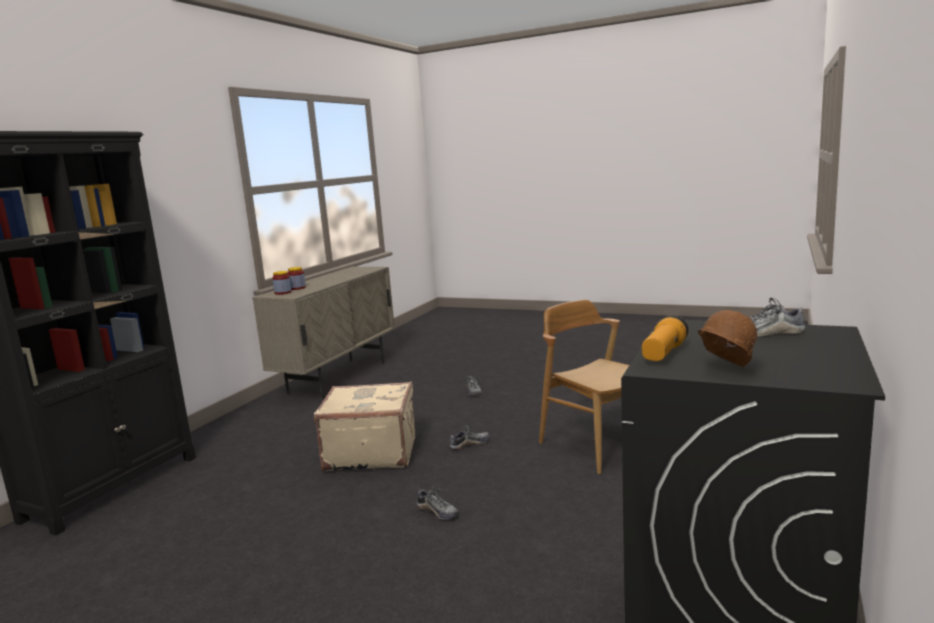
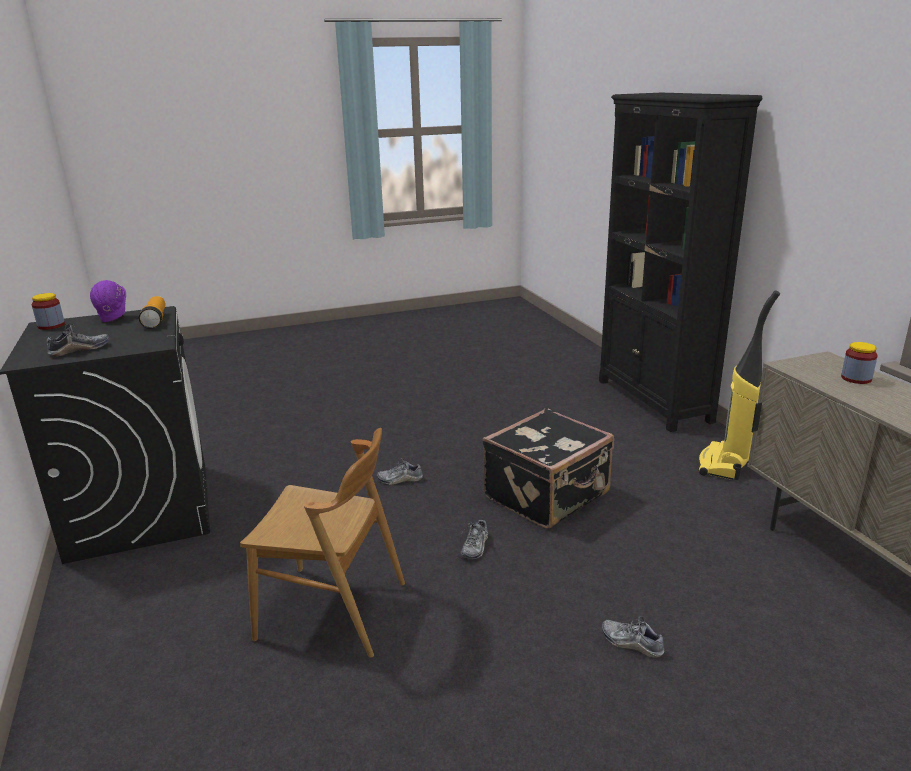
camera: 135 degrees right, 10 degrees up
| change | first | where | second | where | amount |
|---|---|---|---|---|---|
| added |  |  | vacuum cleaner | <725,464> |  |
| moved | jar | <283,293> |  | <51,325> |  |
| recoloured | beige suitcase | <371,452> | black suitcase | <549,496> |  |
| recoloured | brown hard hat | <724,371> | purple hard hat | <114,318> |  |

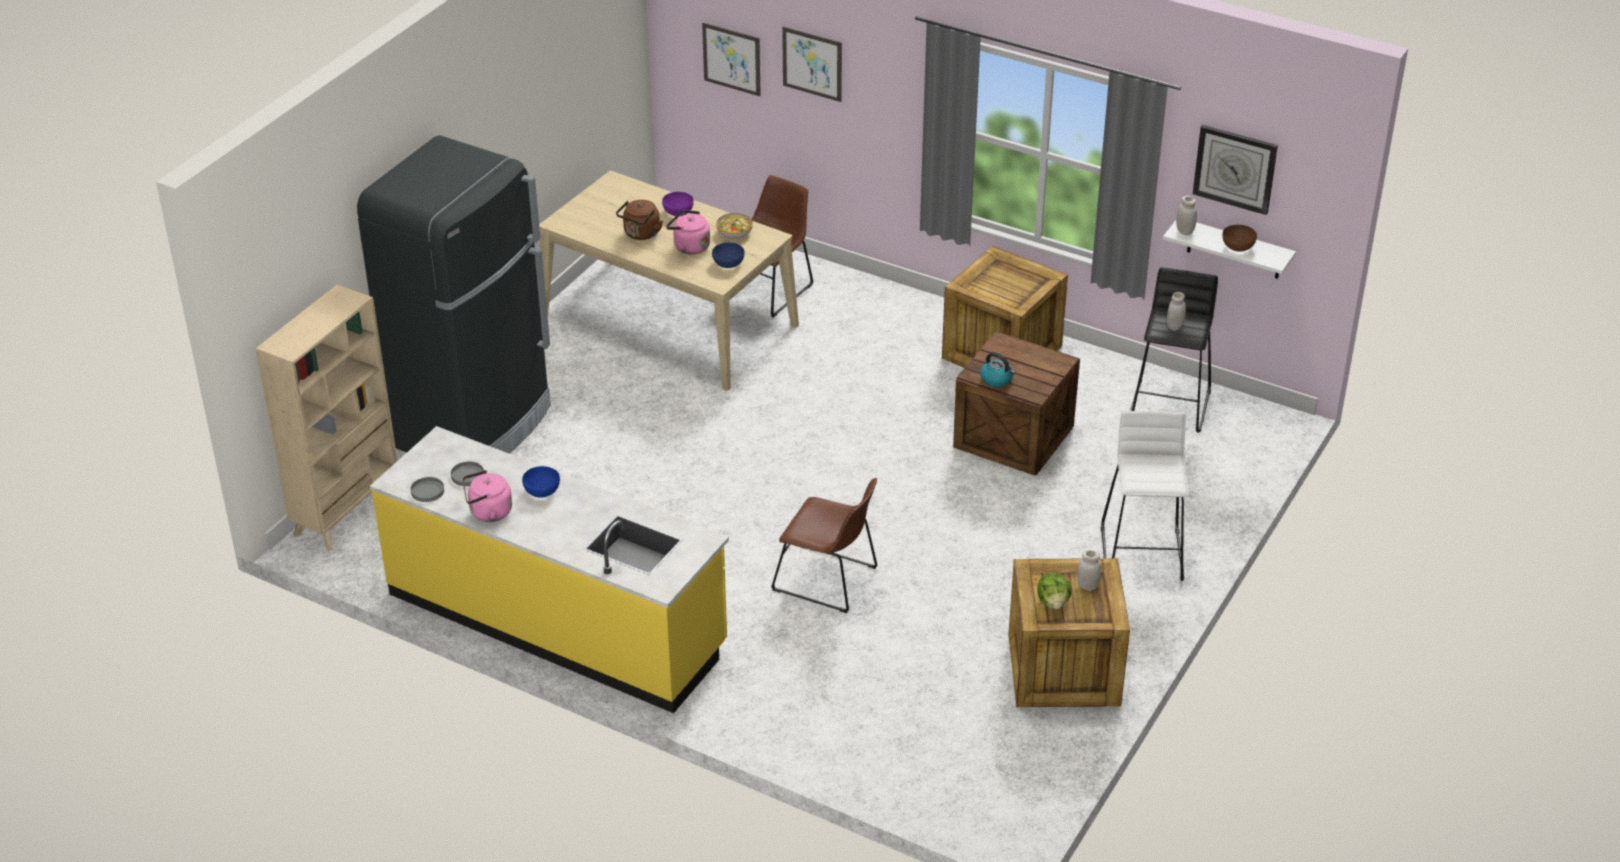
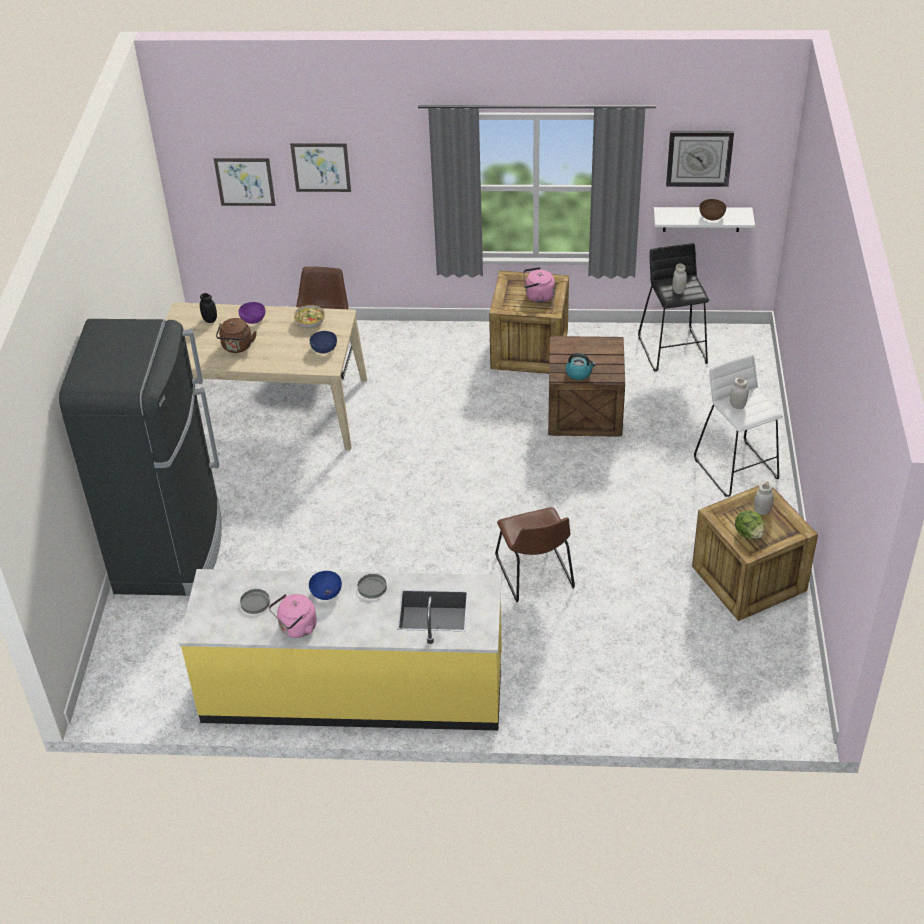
camera: 25 degrees left, 5 degrees up
| change | first | where | second | where | amount |
|---|---|---|---|---|---|
| removed | beige bookcase | <348,510> |  |  |  |
| added |  |  | black jar | <210,320> |  |
| moved | grey plate | <427,491> |  | <372,587> |  |
| moved | pink kettle | <689,246> |  | <537,296> |  |
| moved | white jar | <1184,231> |  | <737,405> |  |
| turned | brown chair | <829,580> |  | <535,574> | 75 degrees clockwise |

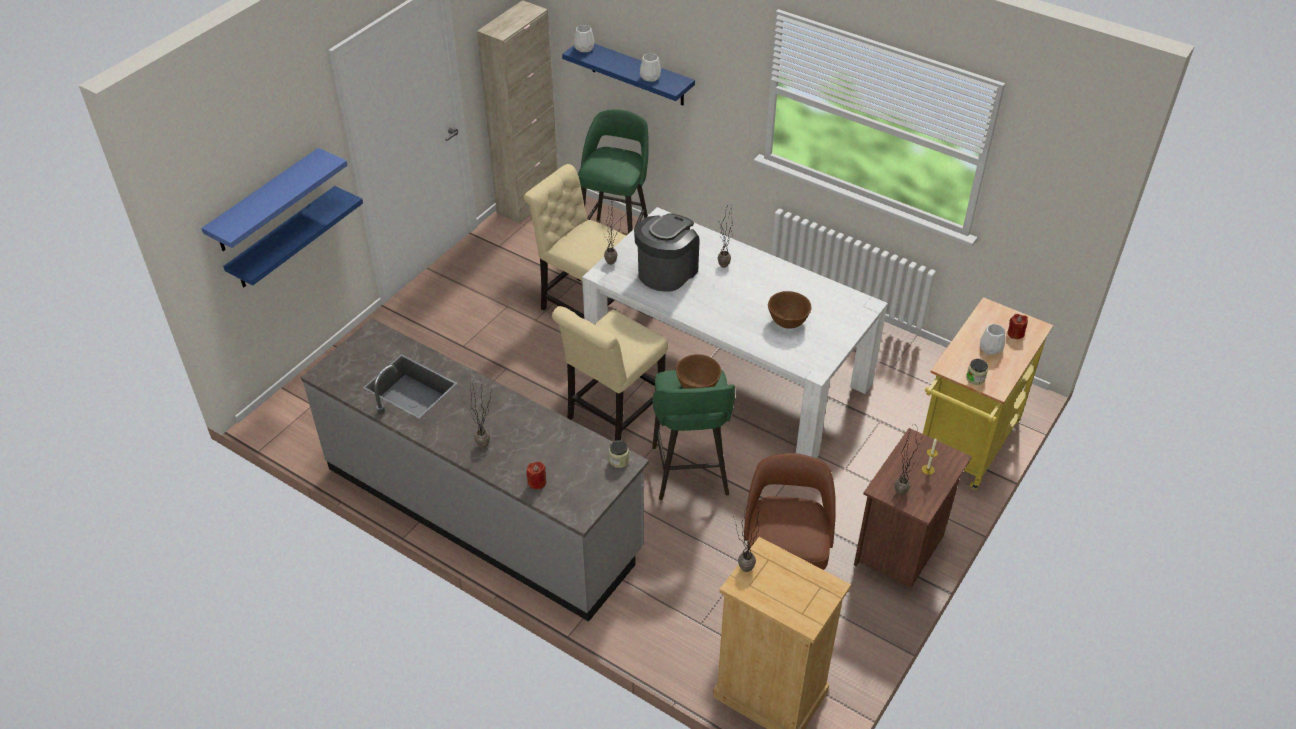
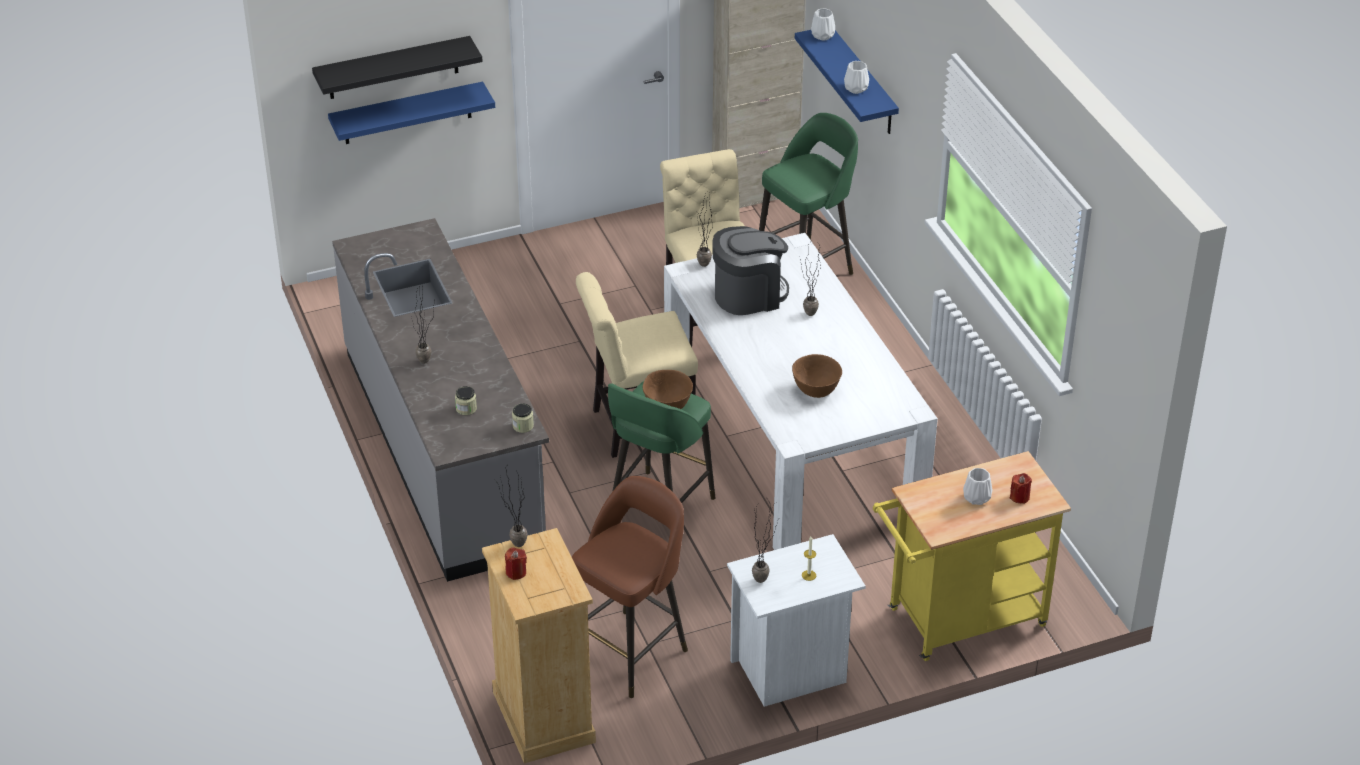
camera: 35 degrees right, 5 degrees down
| change | first | where | second | where | amount |
|---|---|---|---|---|---|
| moved | red candle | <537,482> |  | <516,572> |  |
| moved | jar | <975,378> |  | <466,409> |  |
| recoloured | blue shelf | <266,201> | black shelf | <393,68> |  |
| recoloured | brown nightstand | <900,549> | white nightstand | <791,671> |  |

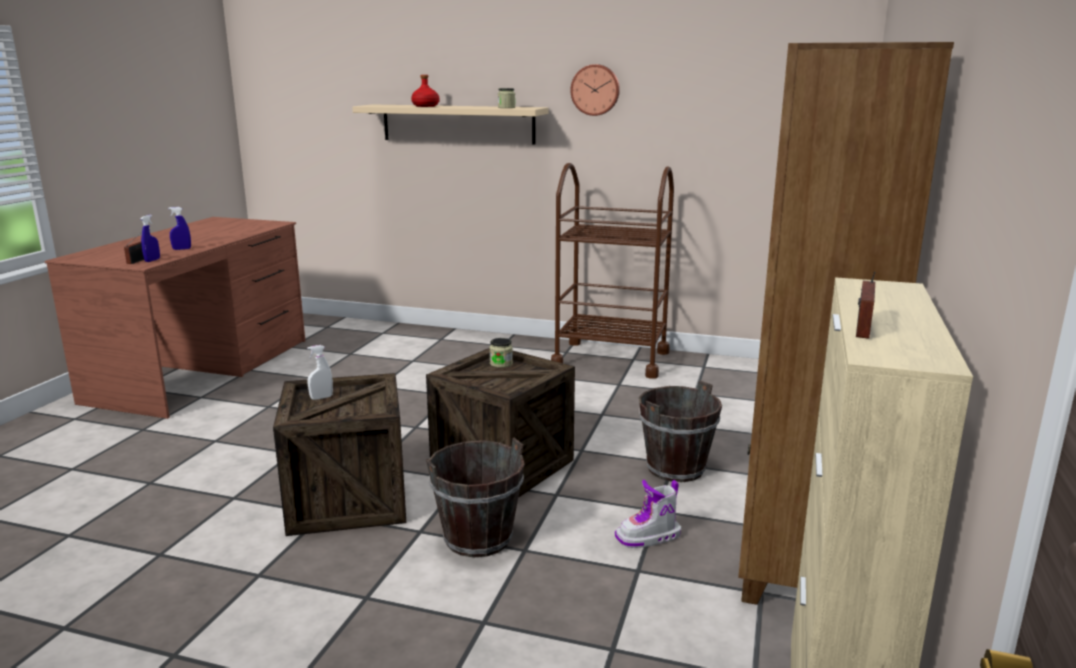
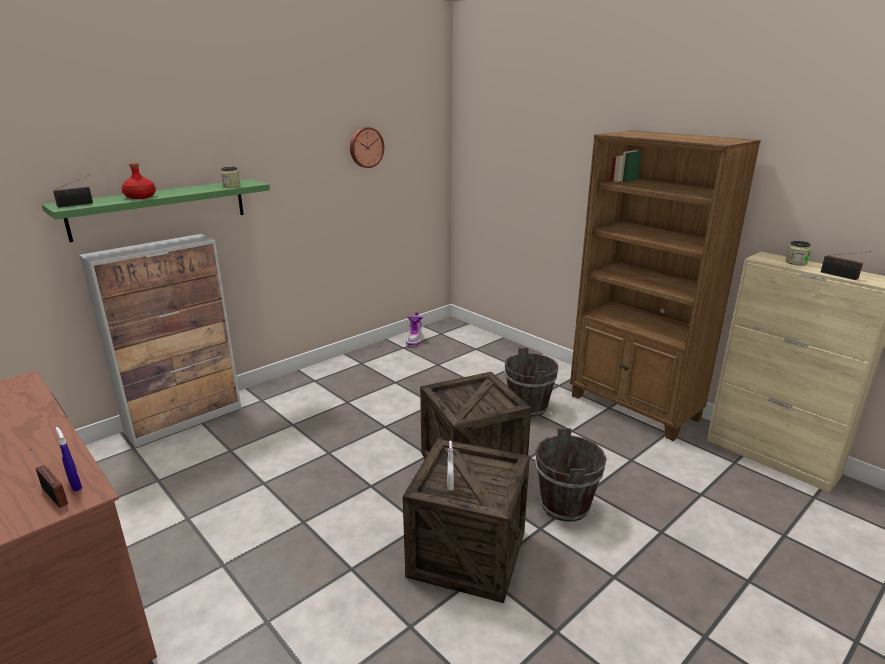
camera: 60 degrees left, 5 degrees up
| change | first | where | second | where | amount |
|---|---|---|---|---|---|
| removed | blue spray bottle | <182,249> |  |  |  |
| removed | brown cart | <611,359> |  |  |  |
| added |  |  | radio | <77,204> |  |
| added |  |  | cabinet | <185,420> |  |
| moved | jar | <501,364> |  | <796,262> |  |
| moved | wall clock | <595,90> |  | <366,147> |  |
| moved | boot | <649,537> |  | <415,340> |  |
| recoloured | beige shelf | <458,124> | green shelf | <160,209> |  |

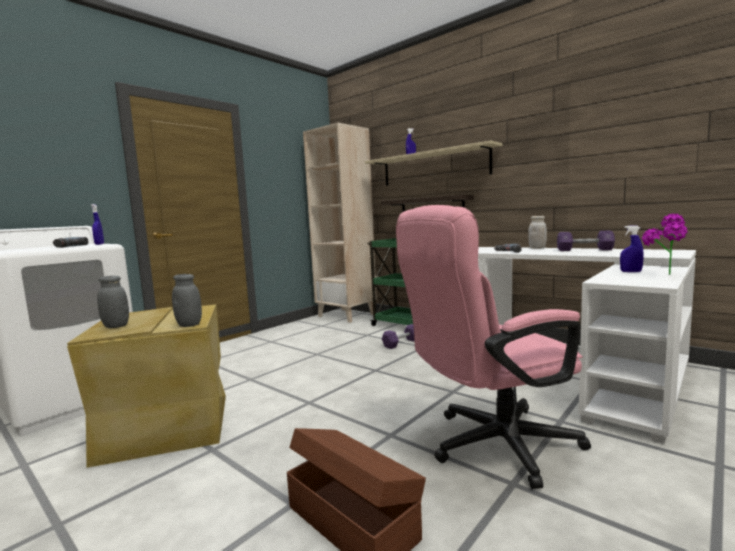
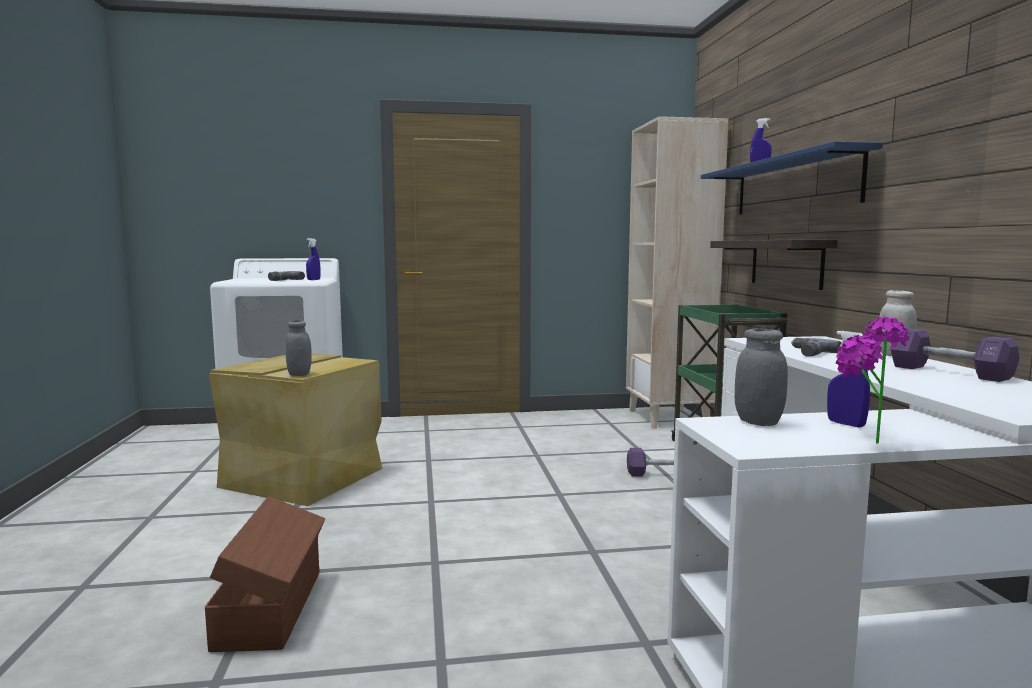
camera: 40 degrees right, 0 degrees up
| change | first | where | second | where | amount |
|---|---|---|---|---|---|
| removed | pink office chair | <490,446> |  |  |  |
| moved | grey jar | <116,326> |  | <758,422> |  |
| recoloured | beige shelf | <434,167> | blue shelf | <794,185> |  |

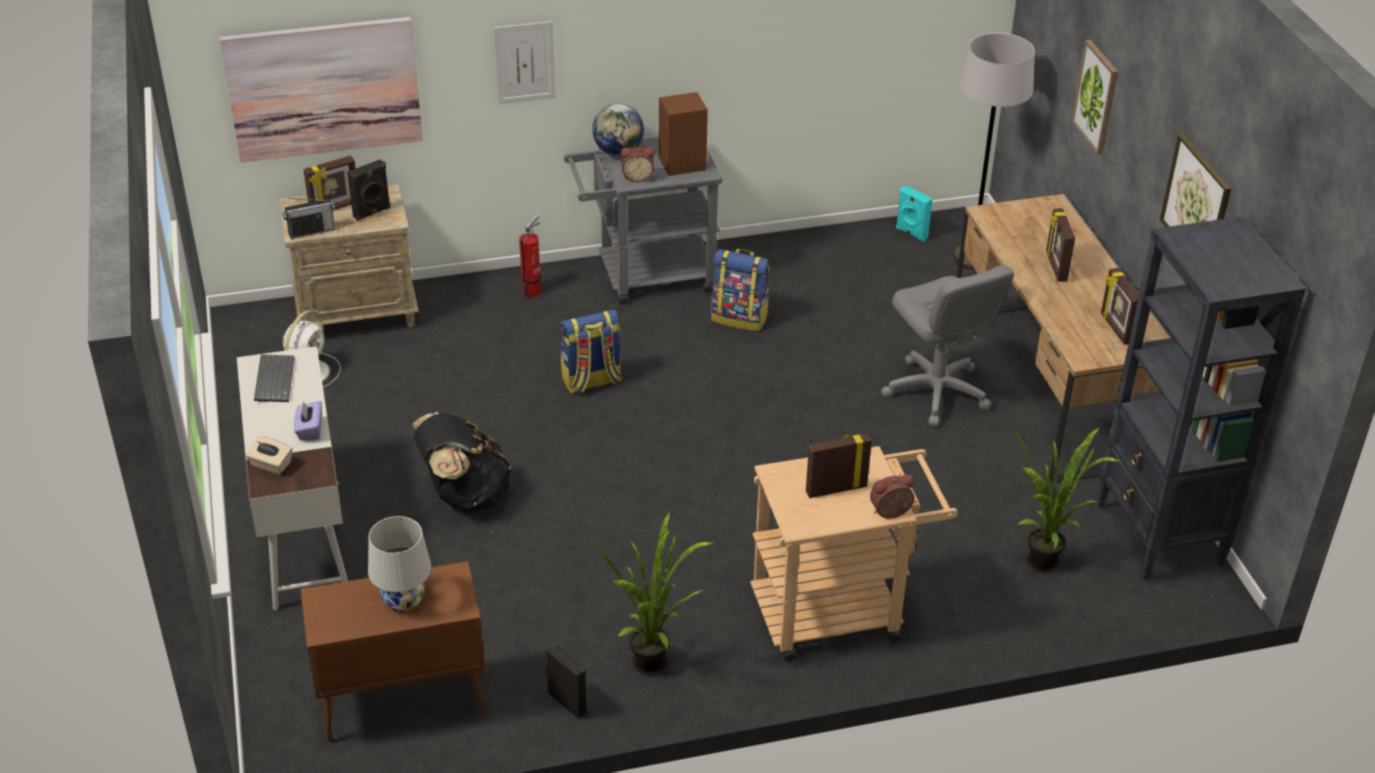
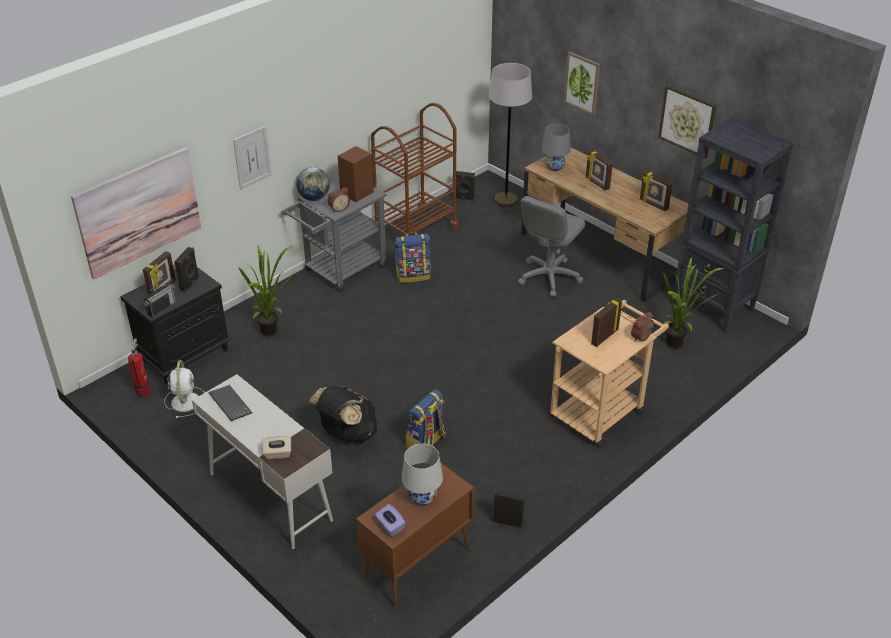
camera: 30 degrees left, 0 degrees up
| change | first | where | second | where | amount |
|---|---|---|---|---|---|
| added |  |  | brown cart | <415,230> |  |
| added |  |  | grey table lamp | <554,167> |  |
| moved | purple tissue box | <310,430> |  | <390,527> |  |
| moved | fire extinguisher | <533,290> |  | <143,390> |  |
| moved | backpack | <591,381> |  | <426,442> |  |
| moved | potted plant | <655,668> |  | <273,332> |  |
| recoloured | beige nightstand | <358,313> | black nightstand | <185,355> |  |
| recoloured | turquoise speaker | <911,233> | black speaker | <463,198> |  |
| turned | grey office chair | <936,392> |  | <549,277> | 90 degrees clockwise |

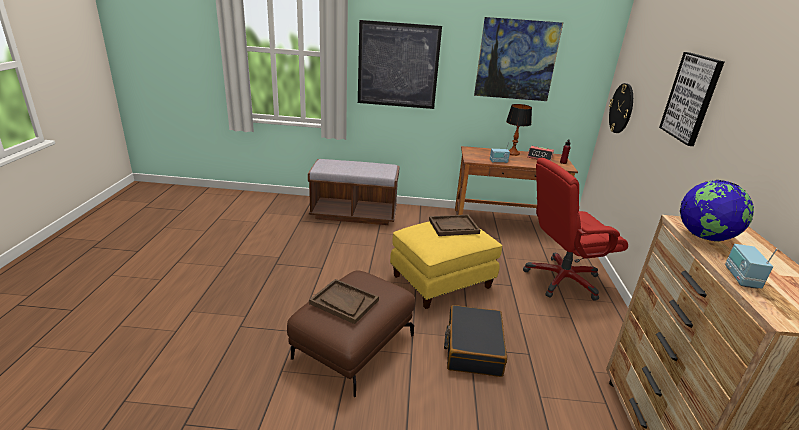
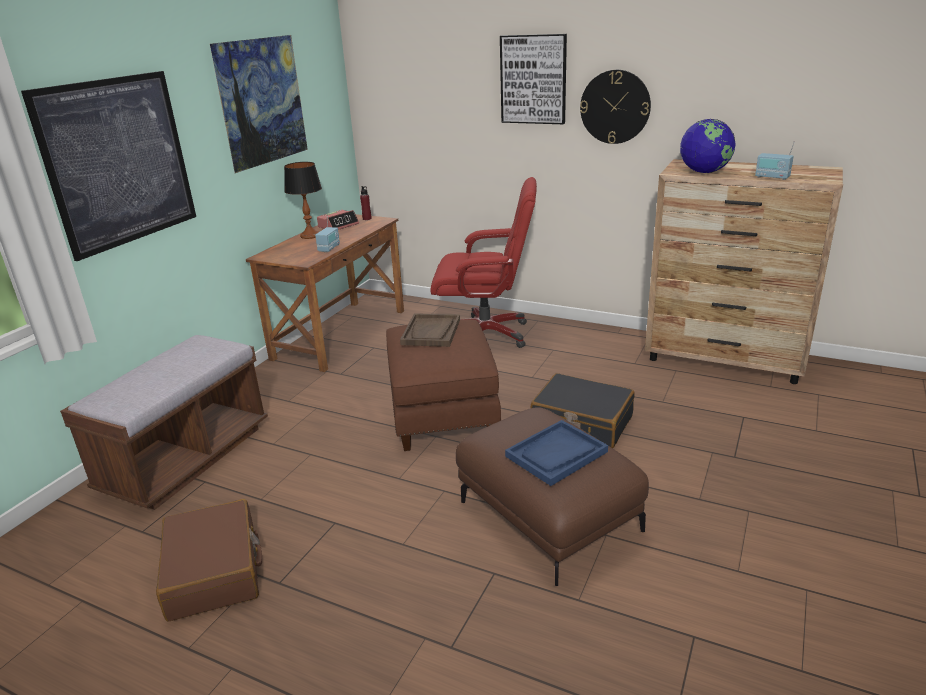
camera: 65 degrees left, 0 degrees up
| change | first | where | second | where | amount |
|---|---|---|---|---|---|
| added |  |  | brown suitcase | <214,571> |  |
| moved | wall clock | <621,108> |  | <615,107> |  |
| recoloured | brown tray | <344,302> | blue tray | <556,454> |  |
| recoloured | yellow ottoman | <441,281> | brown ottoman | <441,414> |  |
| turned | red office chair | <562,280> |  | <486,334> | 90 degrees counterclockwise |

